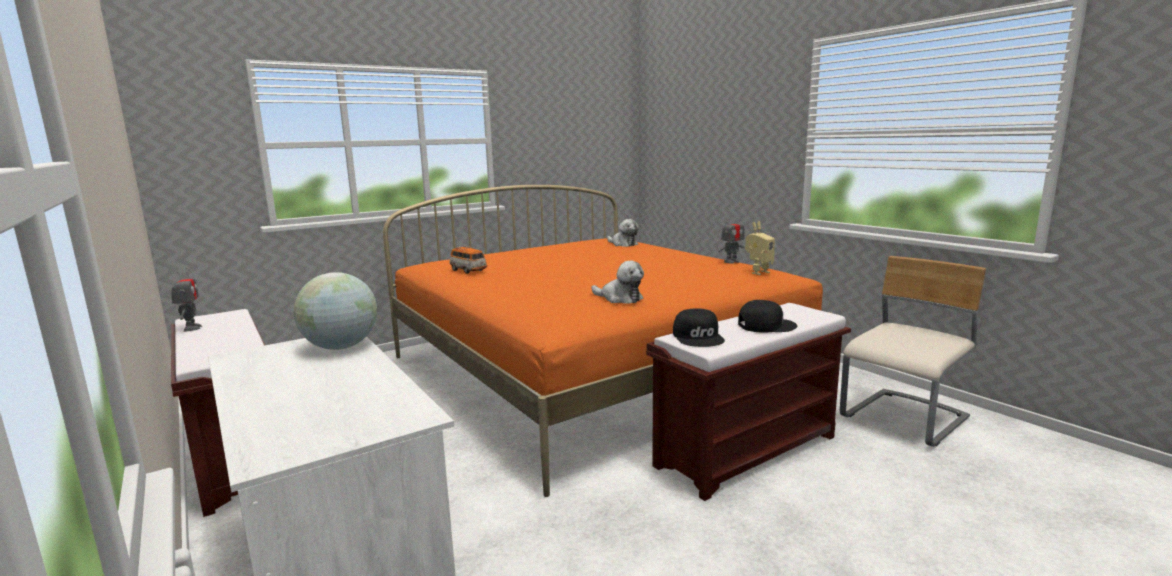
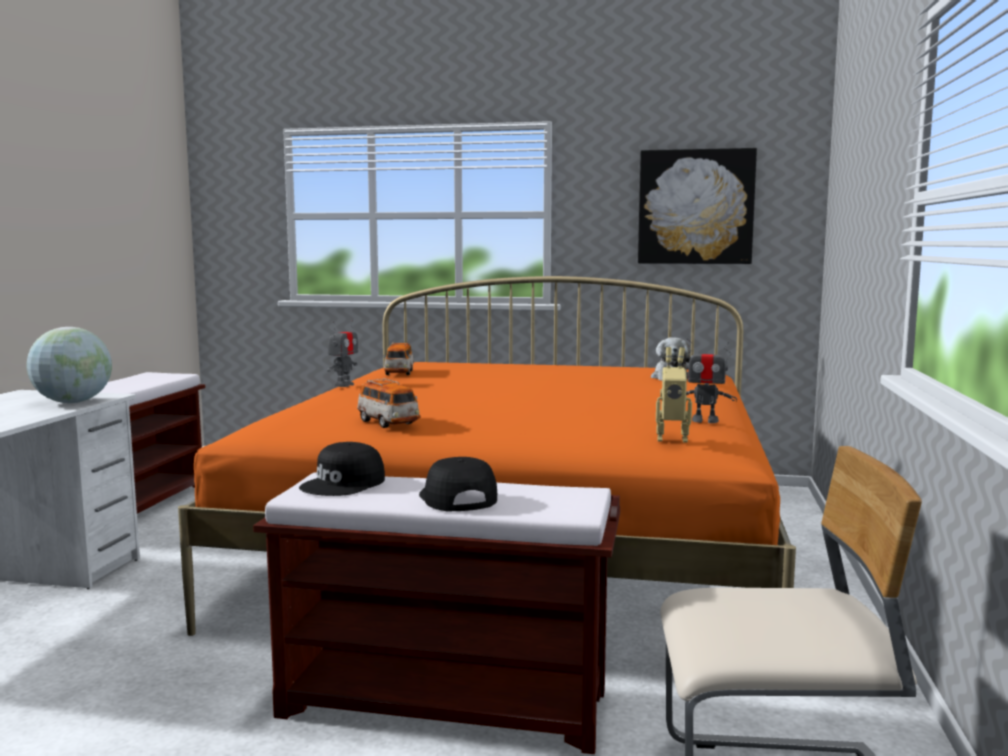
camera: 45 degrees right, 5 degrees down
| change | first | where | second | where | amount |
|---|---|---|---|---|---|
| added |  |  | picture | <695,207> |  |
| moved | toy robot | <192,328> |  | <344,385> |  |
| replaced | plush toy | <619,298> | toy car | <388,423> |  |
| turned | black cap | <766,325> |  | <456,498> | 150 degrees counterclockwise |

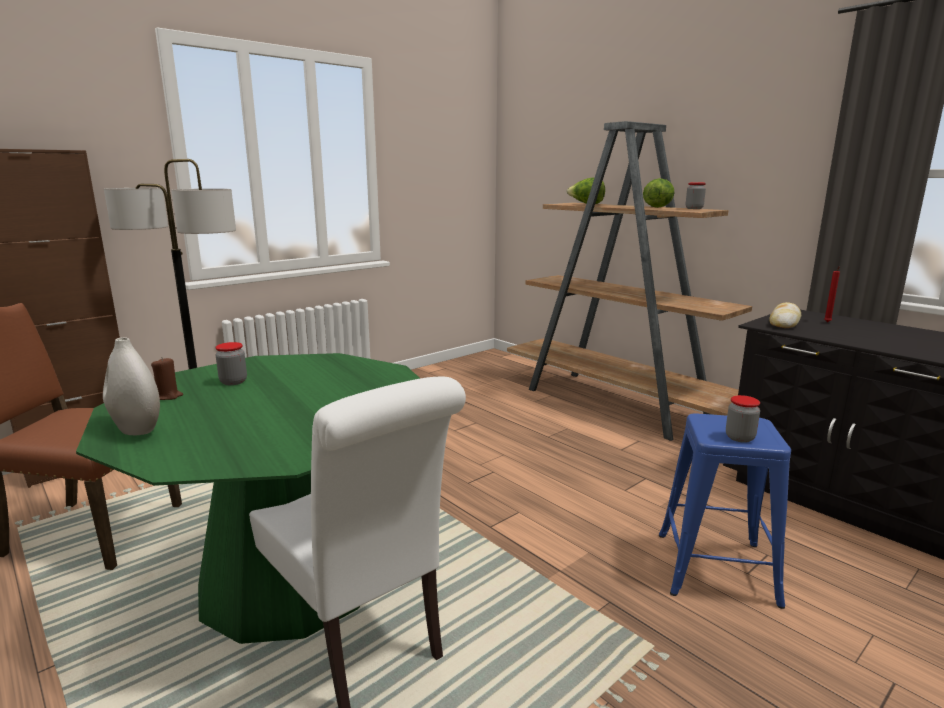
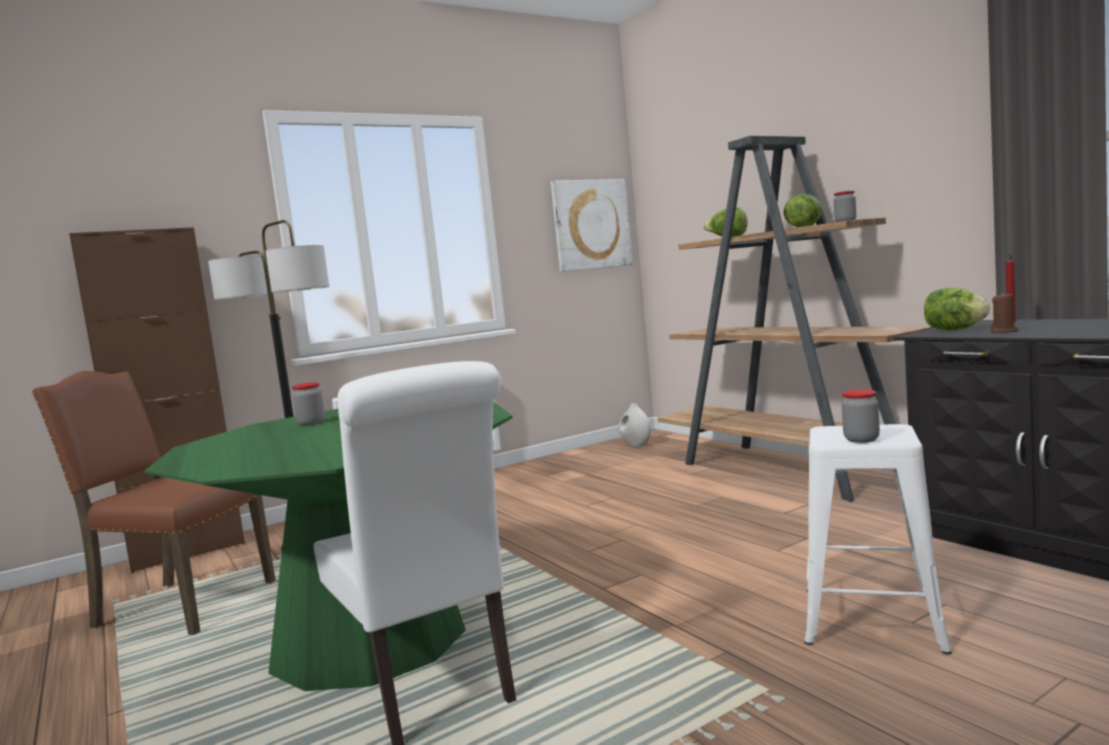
camera: 10 degrees right, 10 degrees down
| change | first | where | second | where | amount |
|---|---|---|---|---|---|
| added |  |  | picture | <591,225> |  |
| moved | white vase | <136,429> |  | <635,445> |  |
| moved | brown candle | <168,396> |  | <1004,331> |  |
| replaced | bread | <785,323> | lettuce | <954,330> |  |
| recoloured | blue stool | <716,568> | white stool | <871,618> |  |

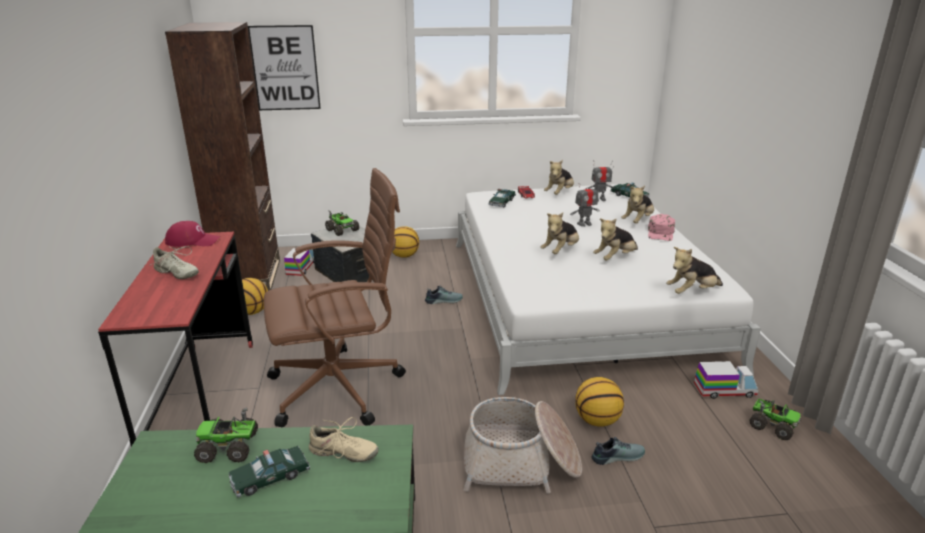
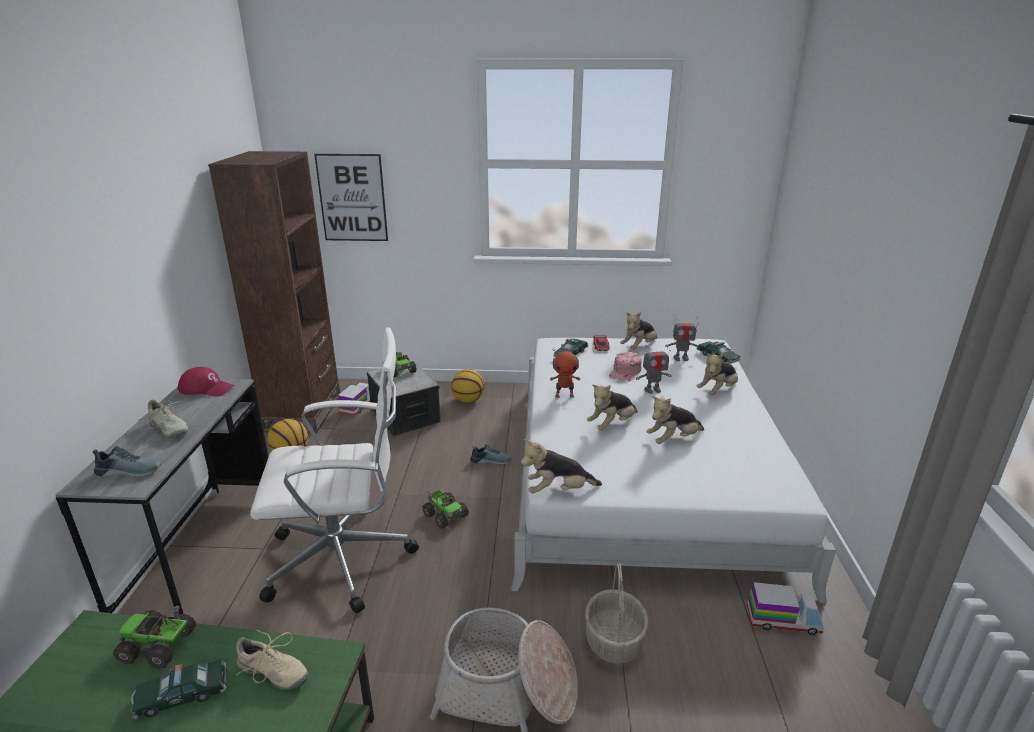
camera: 10 degrees right, 0 degrees up
| change | first | where | second | where | amount |
|---|---|---|---|---|---|
| added |  |  | toy robot | <564,395> |  |
| moved | shoe | <617,456> |  | <130,470> |  |
| moved | pink cap | <661,233> |  | <625,372> |  |
| moved | plush toy | <692,292> |  | <558,491> |  |
| moved | toy truck | <772,425> |  | <445,515> |  |
| replaced | basketball | <597,420> | basket | <614,642> |  |
| recoloured | red desk | <203,399> | grey desk | <203,555> |  |
| recoloured | brown office chair | <340,388> | white office chair | <344,559> |  |

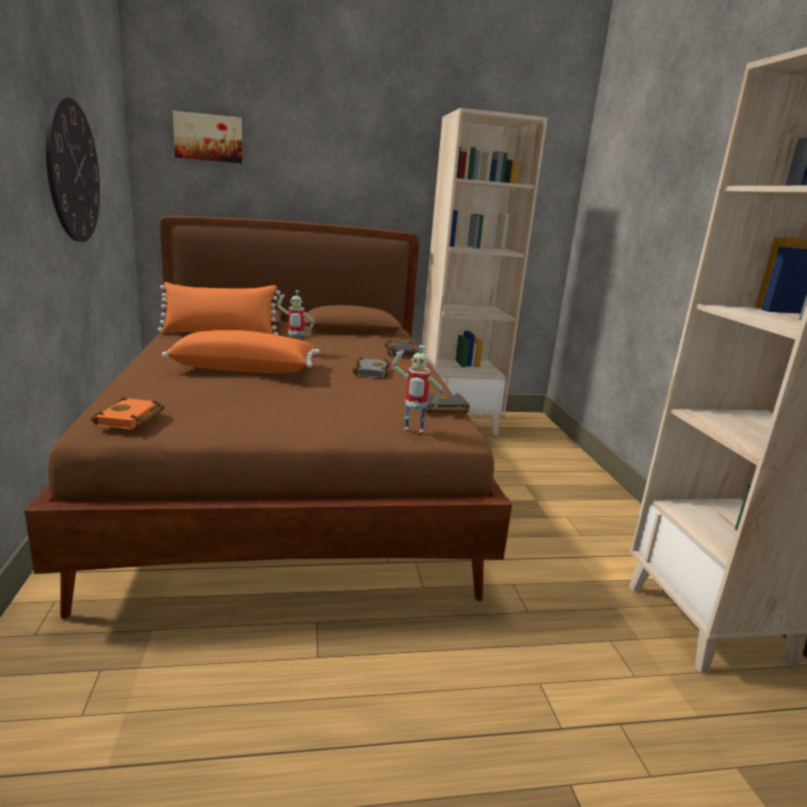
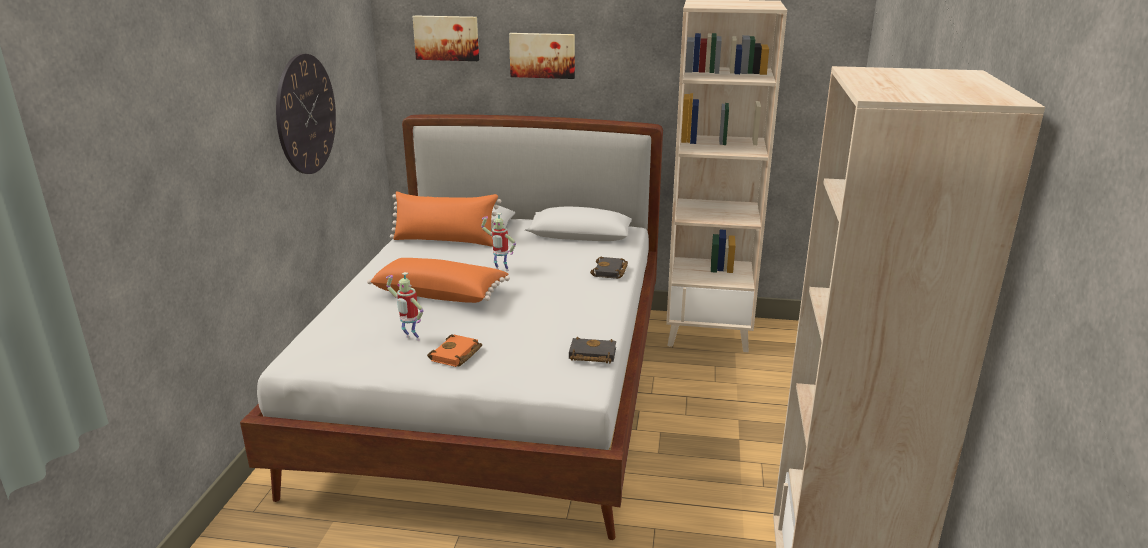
camera: 20 degrees right, 5 degrees up
| change | first | where | second | where | amount |
|---|---|---|---|---|---|
| removed | grey book | <369,371> |  |  |  |
| added |  |  | picture | <542,55> |  |
| moved | orange book | <131,419> |  | <456,355> |  |
| moved | toy robot | <413,431> |  | <410,339> |  |
| recoloured | brown bed | <290,482> | white bed | <497,392> |  |

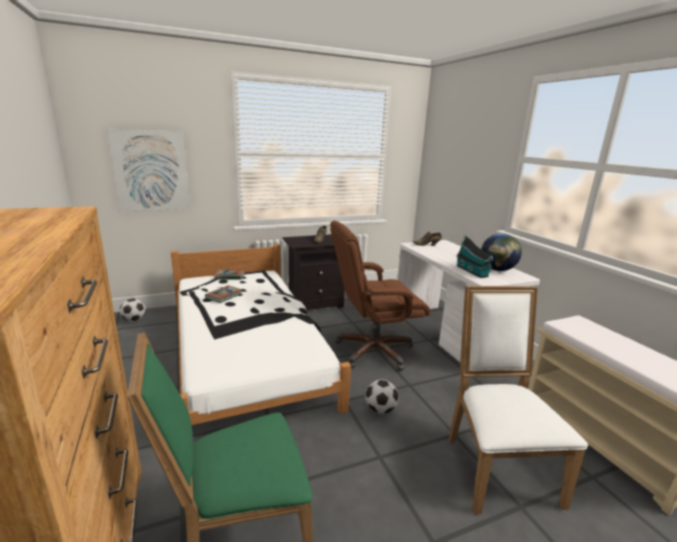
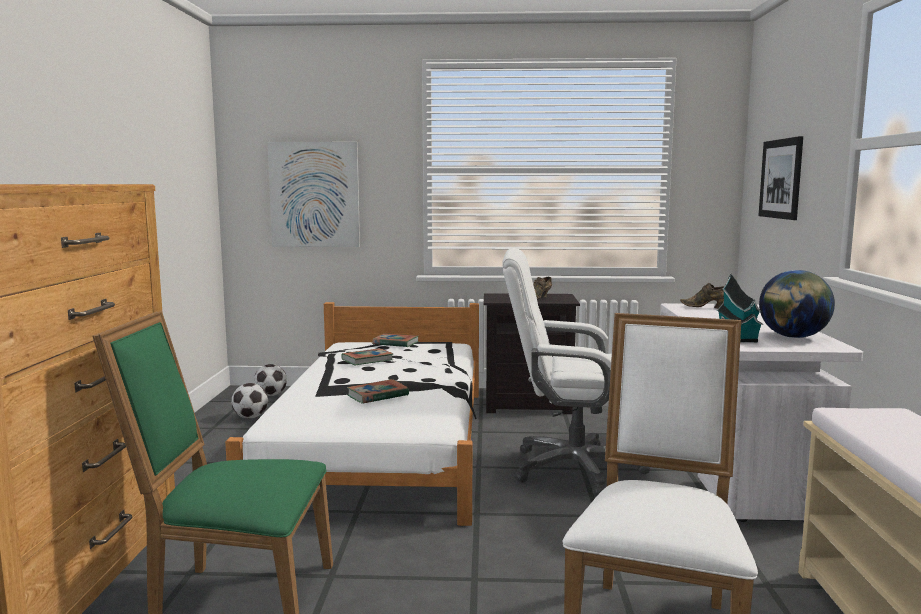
camera: 25 degrees right, 10 degrees down
| change | first | where | second | where | amount |
|---|---|---|---|---|---|
| added |  |  | book | <377,395> |  |
| added |  |  | picture | <780,178> |  |
| moved | football | <380,409> |  | <250,417> |  |
| recoloured | brown office chair | <373,351> | white office chair | <574,469> |  |

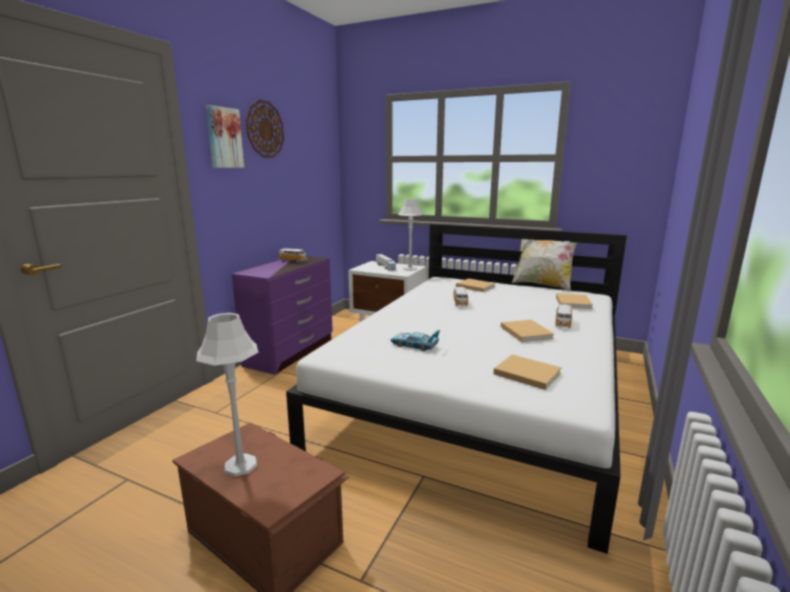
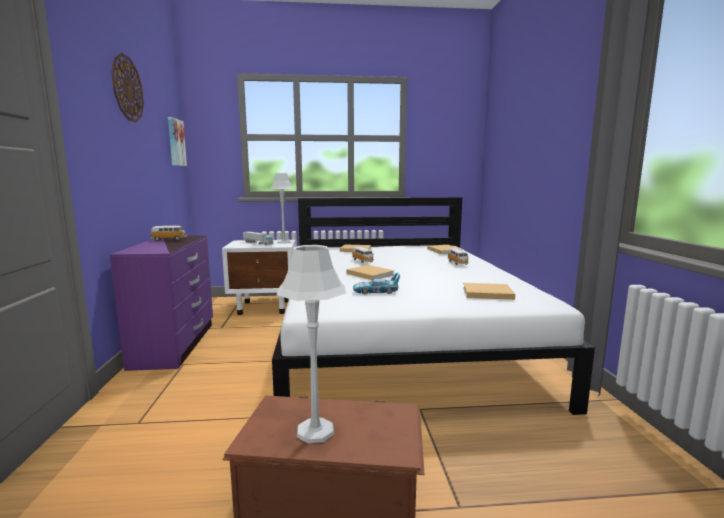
camera: 30 degrees left, 5 degrees down
| change | first | where | second | where | amount |
|---|---|---|---|---|---|
| removed | pillow | <542,285> |  |  |  |
| moved | picture | <223,138> |  | <175,142> |  |
| moved | beige book | <525,332> |  | <369,274> |  |

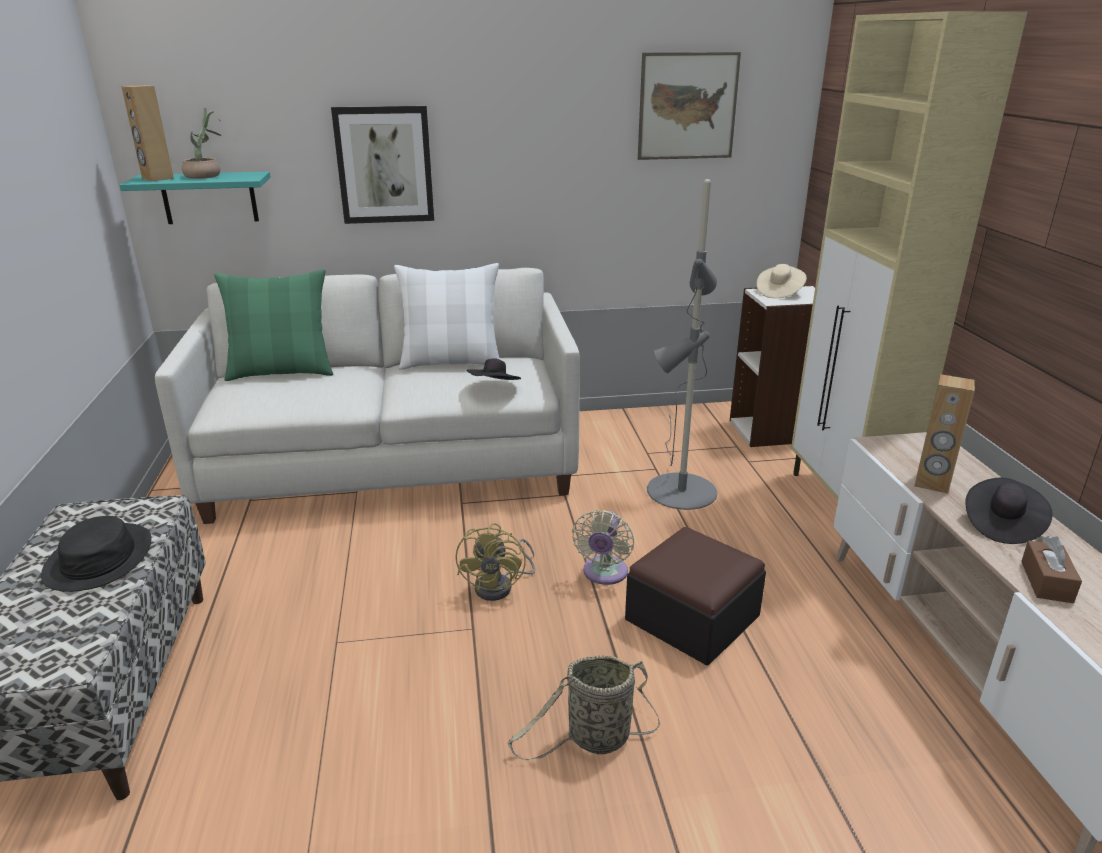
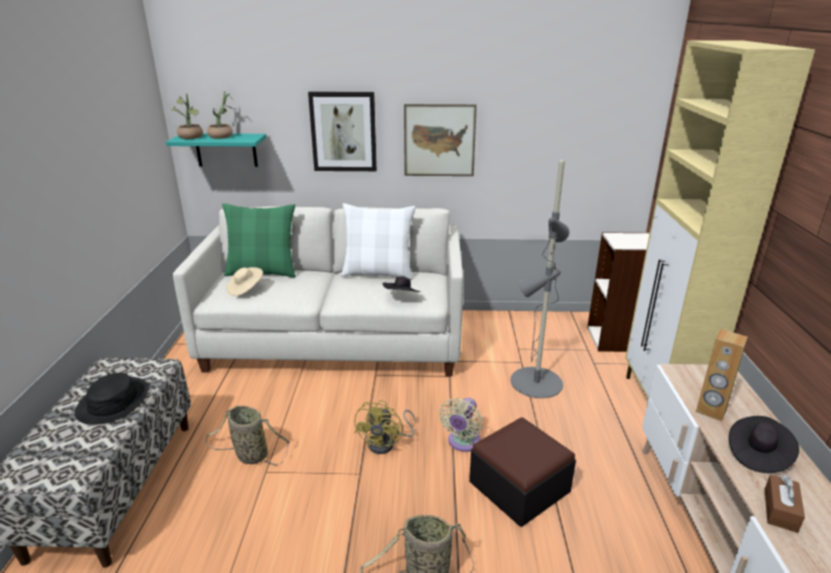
camera: 10 degrees right, 0 degrees up
| change | first | where | second | where | amount |
|---|---|---|---|---|---|
| added |  |  | basket | <249,455> |  |
| moved | picture | <687,106> |  | <439,140> |  |
| moved | beige hat | <779,292> |  | <245,289> |  |
| replaced | brown speaker | <157,178> | potted plant | <191,137> |  |

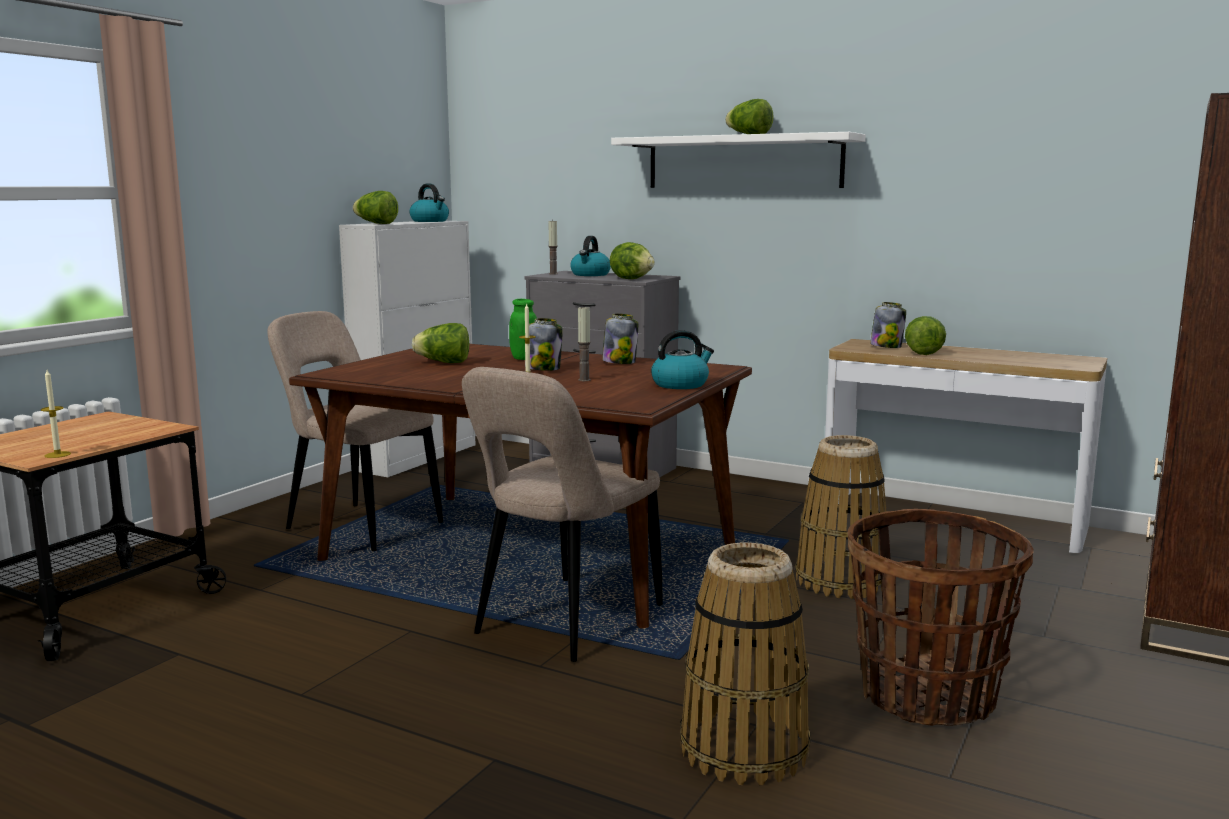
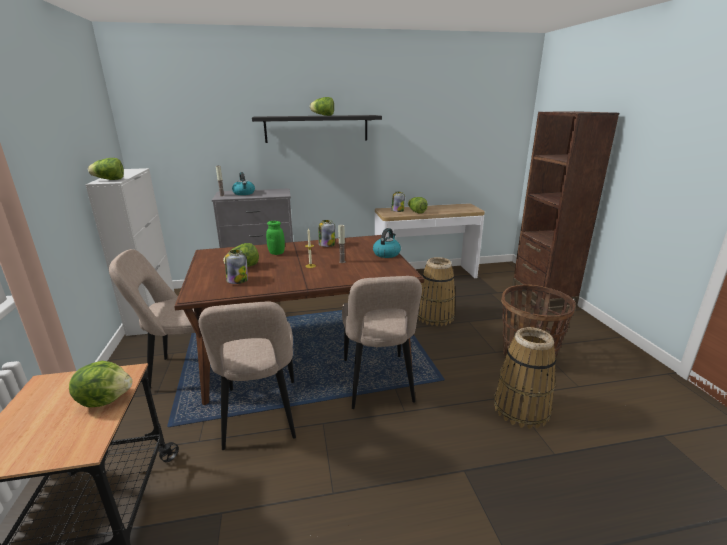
camera: 40 degrees left, 10 degrees up
| change | first | where | second | where | amount |
|---|---|---|---|---|---|
| removed | candle | <57,454> |  |  |  |
| removed | kettle | <430,221> |  |  |  |
| added |  |  | beige chair | <260,416> |  |
| moved | jar | <543,368> |  | <237,280> |  |
| moved | lettuce | <632,279> |  | <106,399> |  |
| recoloured | white shelf | <743,162> | black shelf | <316,128> |  |

